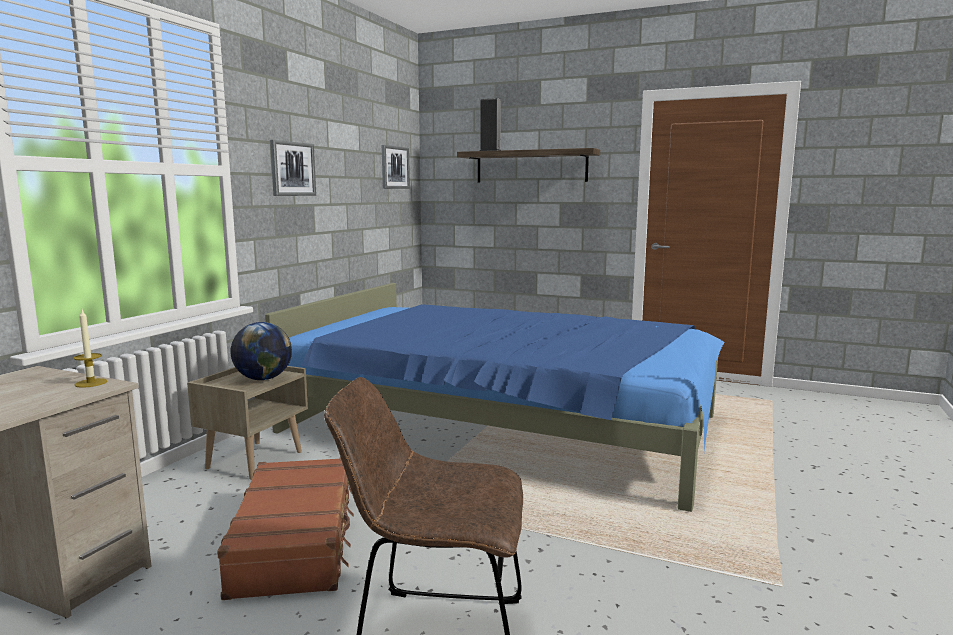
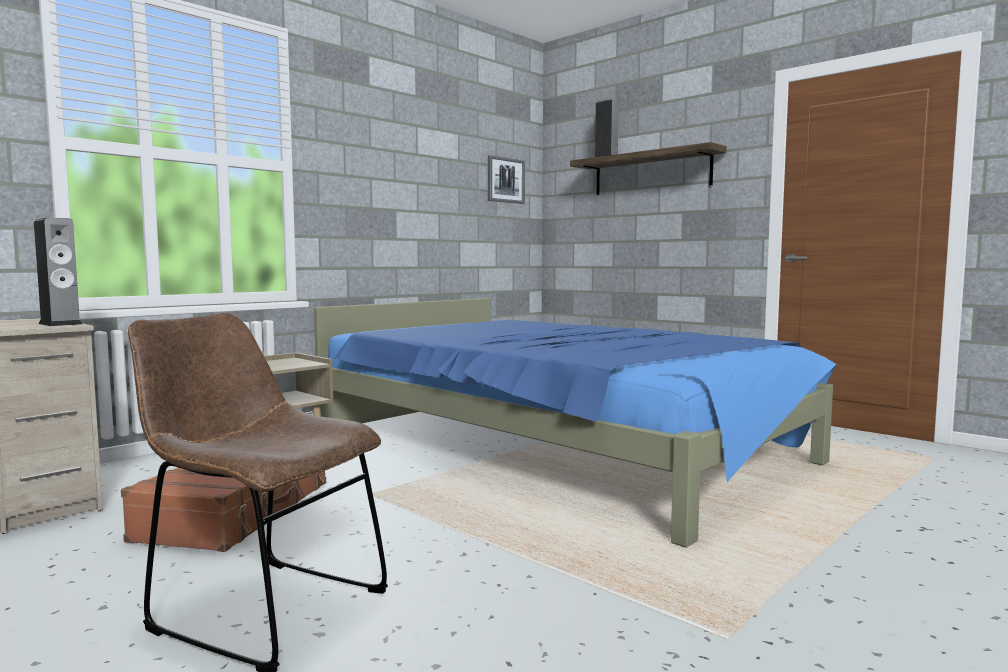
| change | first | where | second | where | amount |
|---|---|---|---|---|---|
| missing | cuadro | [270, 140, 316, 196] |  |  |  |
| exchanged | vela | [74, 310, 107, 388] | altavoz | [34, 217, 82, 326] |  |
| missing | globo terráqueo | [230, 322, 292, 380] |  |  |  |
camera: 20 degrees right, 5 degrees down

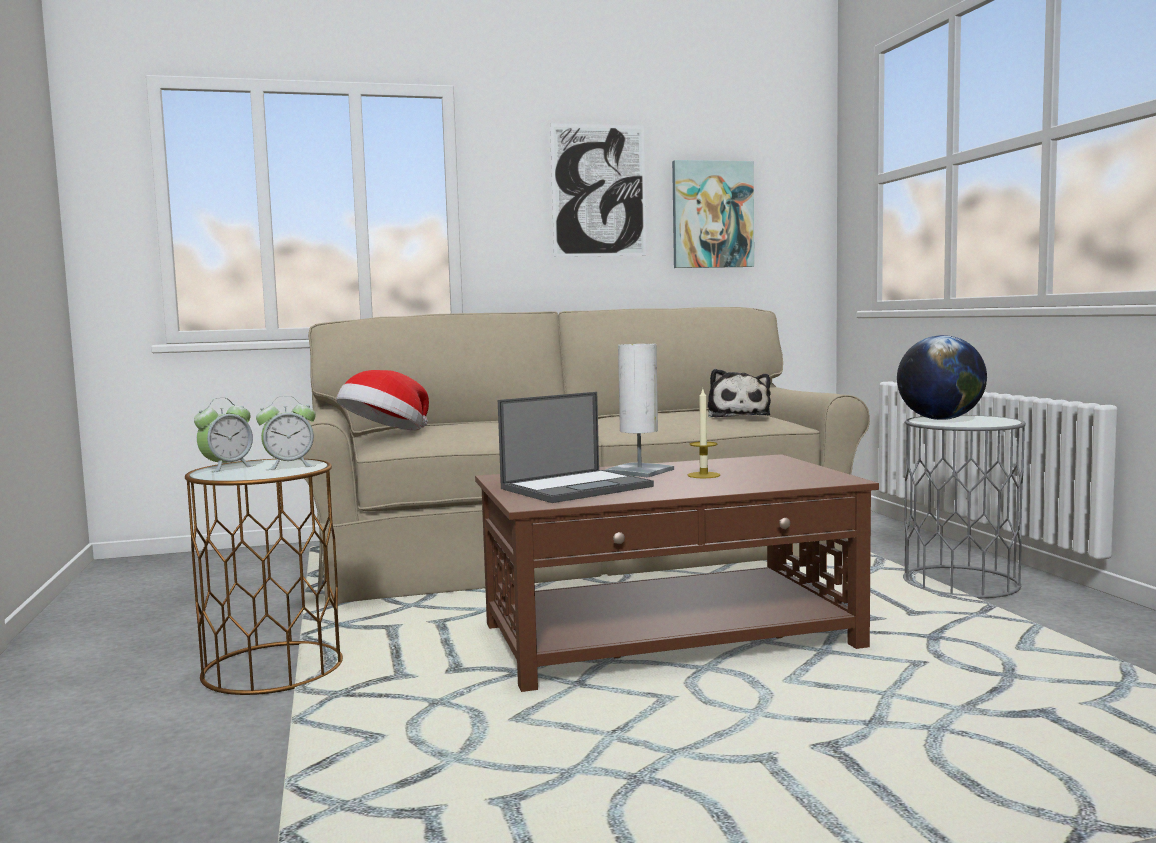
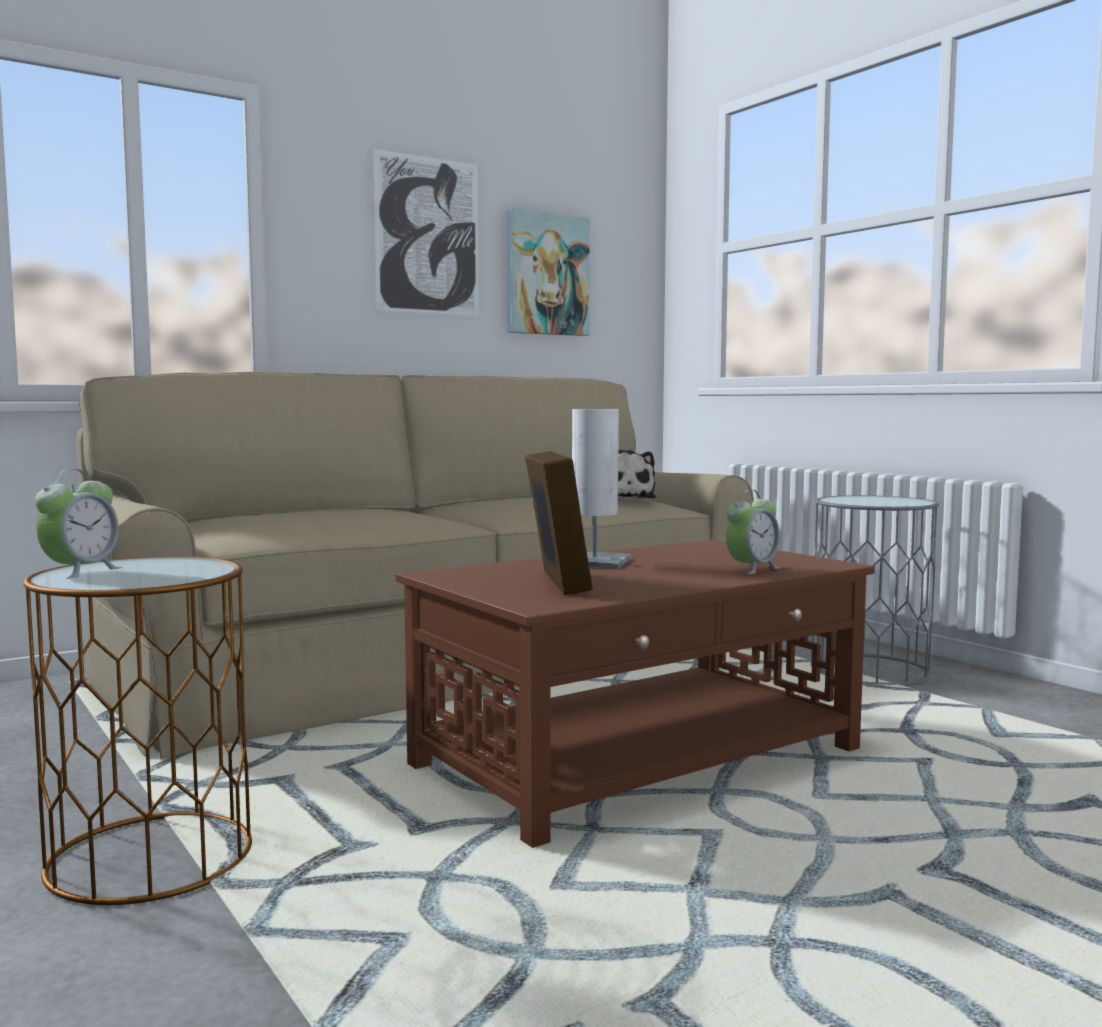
| change | first | where | second | where | amount |
|---|---|---|---|---|---|
| missing | globo terráqueo | [897, 335, 987, 420] |  |  |  |
| missing | sombrero | [336, 370, 429, 431] |  |  |  |
| missing | vela | [688, 389, 720, 478] |  |  |  |
| exchanged | portátil | [498, 392, 654, 503] | portarretratos | [525, 451, 593, 595] |  |
| relocated | despertador | [256, 396, 316, 470] |  | [726, 490, 780, 574] |  |
camera: 20 degrees left, 0 degrees up

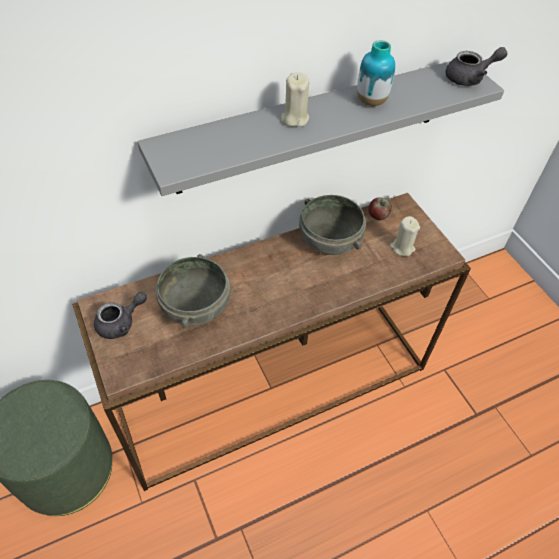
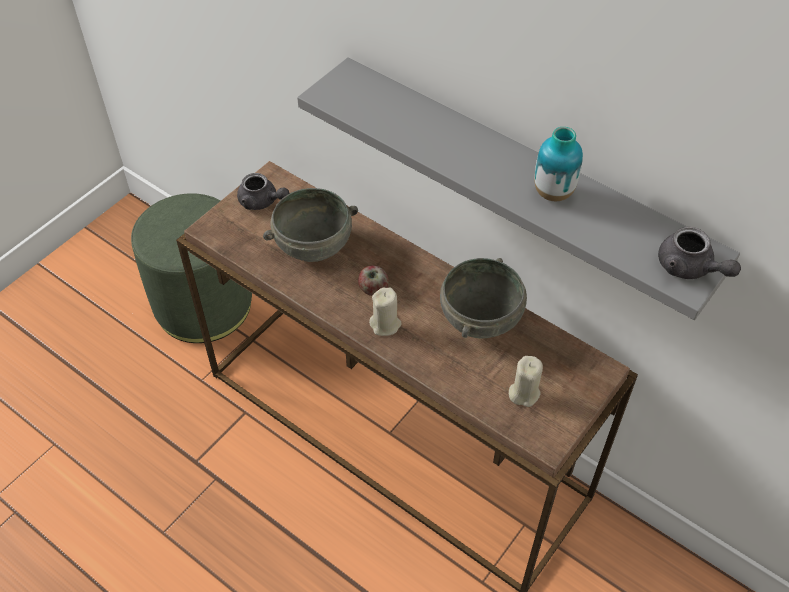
| change | first | where | second | where | amount |
|---|---|---|---|---|---|
| relocated | vela [beis] | [281, 72, 309, 127] |  | [369, 288, 402, 336] |  |
| relocated | manzana | [368, 197, 392, 220] |  | [358, 265, 389, 296] |  |
camera: 65 degrees right, 0 degrees up

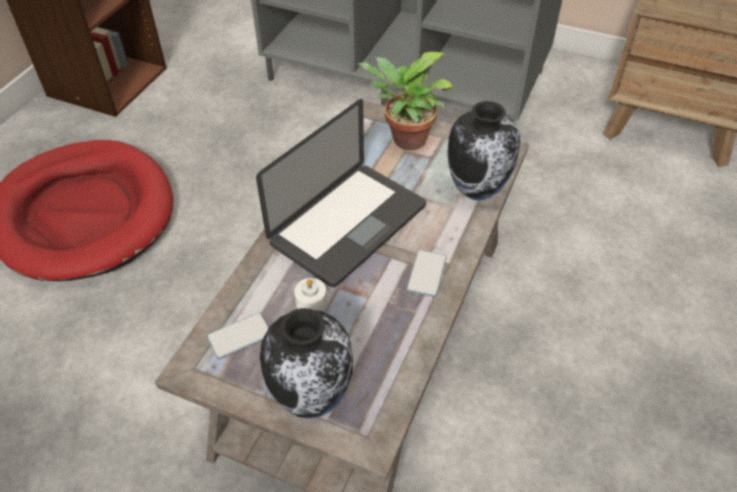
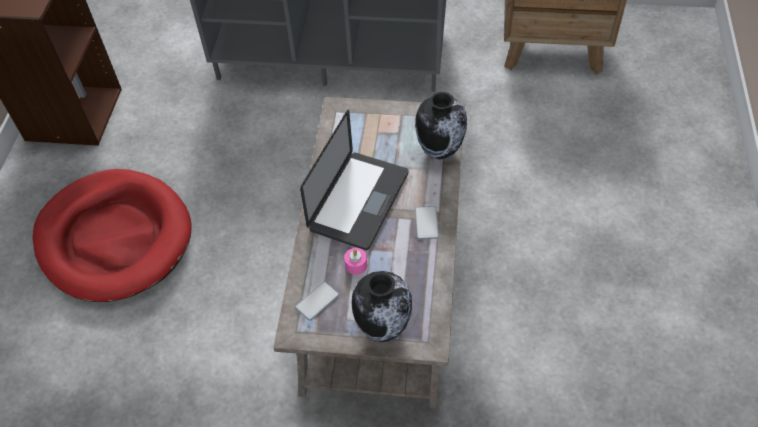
| change | first | where | second | where | amount |
|---|---|---|---|---|---|
| missing | planta en maceta | [357, 52, 454, 150] |  |  |  |
| colour | vela [blanco] | [294, 278, 327, 312] | vela [rosa] | [344, 248, 367, 275] |  |
camera: 15 degrees left, 5 degrees up

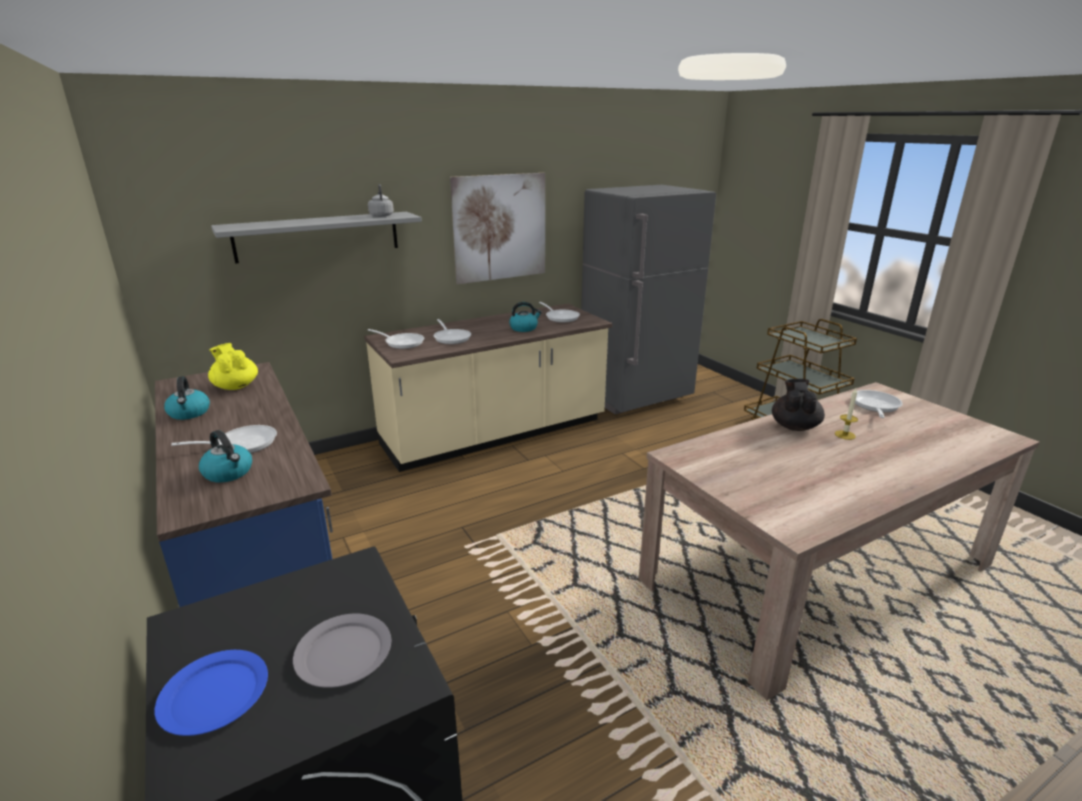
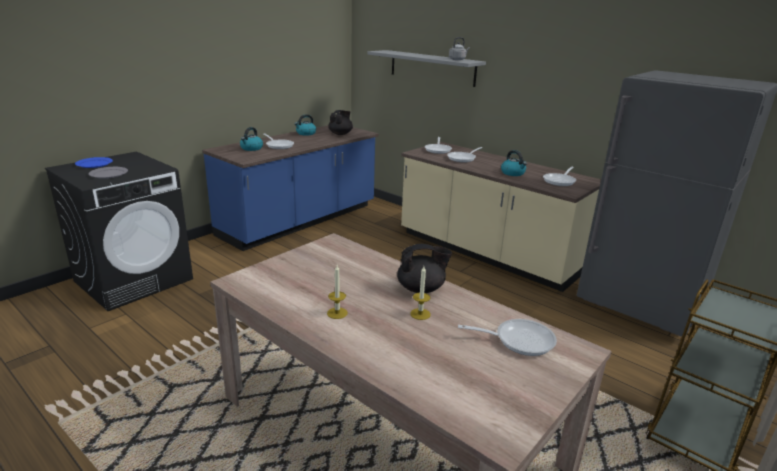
| change | first | where | second | where | amount |
|---|---|---|---|---|---|
| missing | cuadro | [450, 173, 545, 284] |  |  |  |
| colour | tetera [amarillo] | [208, 343, 258, 390] | tetera [negro] | [328, 110, 353, 135] |  |
| appeared |  |  | vela | [327, 265, 348, 319] |  |
camera: 70 degrees right, 0 degrees up

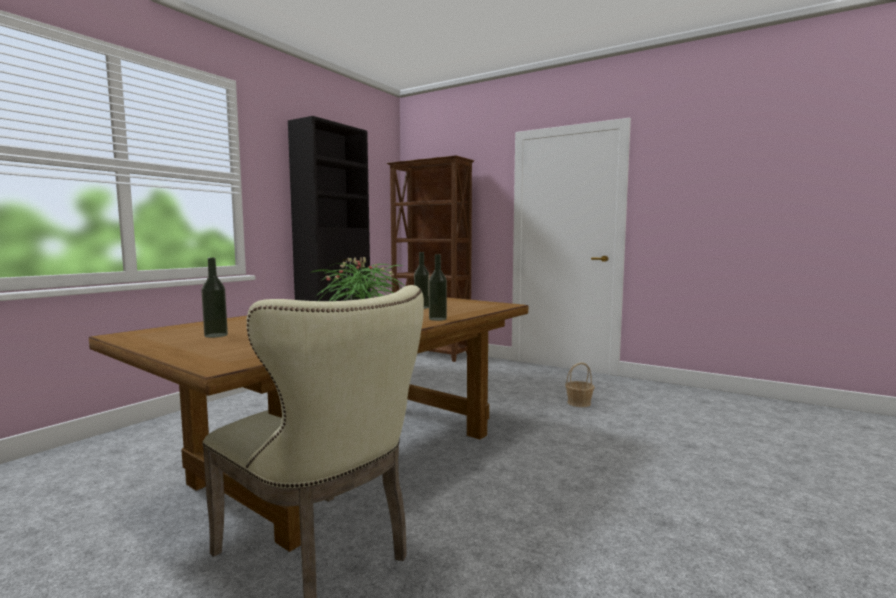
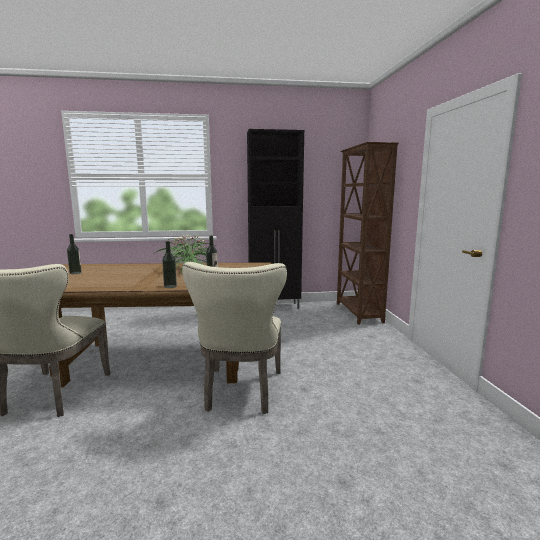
| change | first | where | second | where | amount |
|---|---|---|---|---|---|
| missing | cesta | [565, 362, 595, 407] |  |  |  |
| appeared |  |  | silla [beis] | [182, 262, 287, 414] |  |
camera: 50 degrees right, 5 degrees up

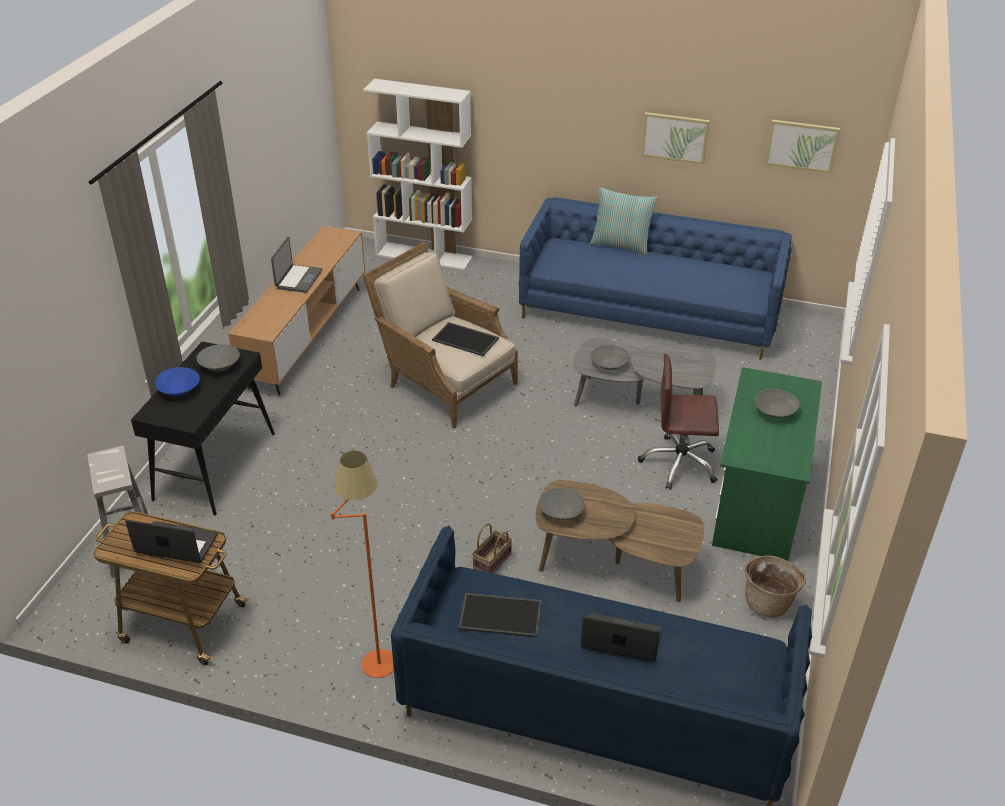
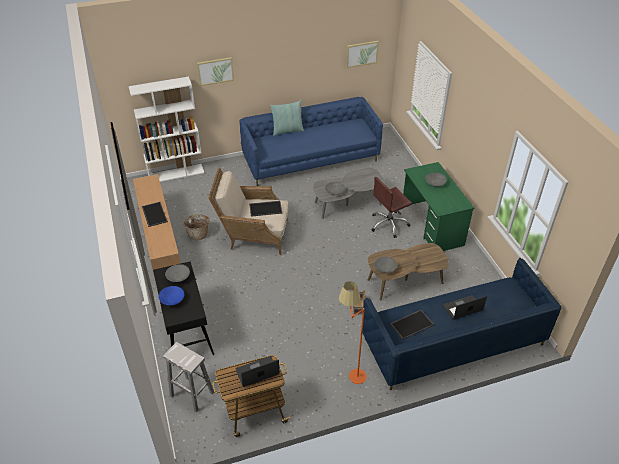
| change | first | where | second | where | amount |
|---|---|---|---|---|---|
| relocated | cuadro | [641, 112, 710, 165] |  | [197, 57, 234, 86] |  |
| exchanged | portátil | [271, 237, 323, 293] | bandeja | [142, 202, 168, 227] |  |
| relocated | cesta | [744, 556, 806, 618] |  | [184, 214, 210, 240] |  |
camera: 35 degrees left, 5 degrees up

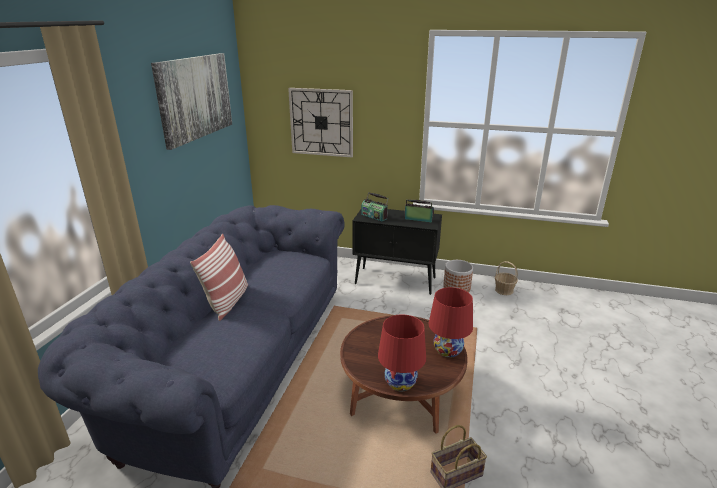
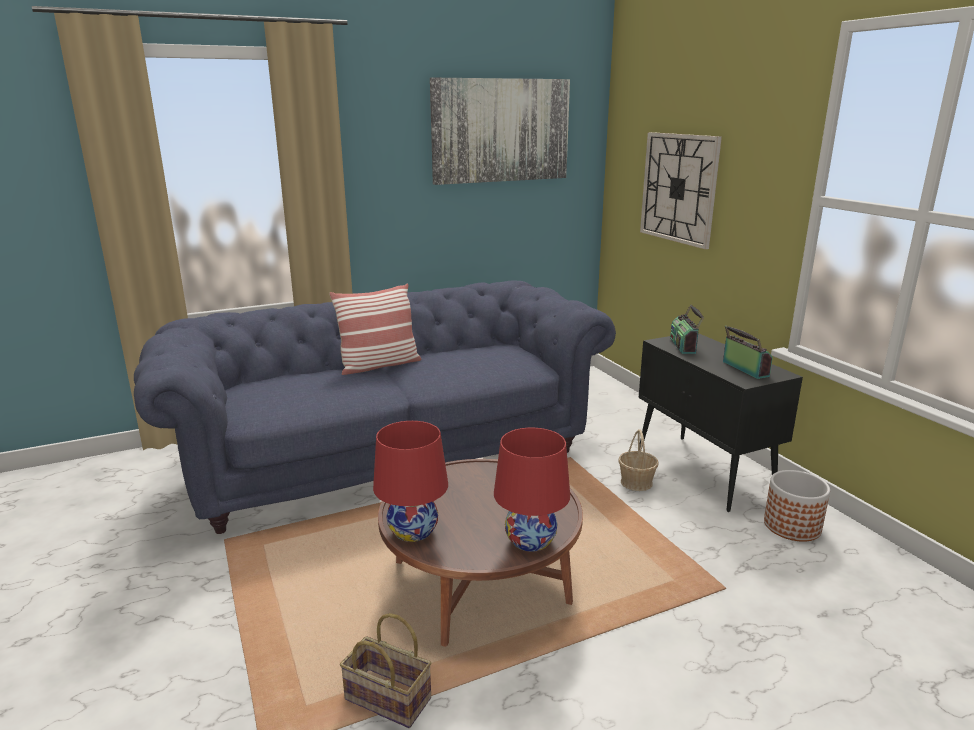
| change | first | where | second | where | amount |
|---|---|---|---|---|---|
| relocated | cesta | [495, 261, 518, 295] |  | [618, 429, 658, 491] |  |
camera: 50 degrees right, 5 degrees down

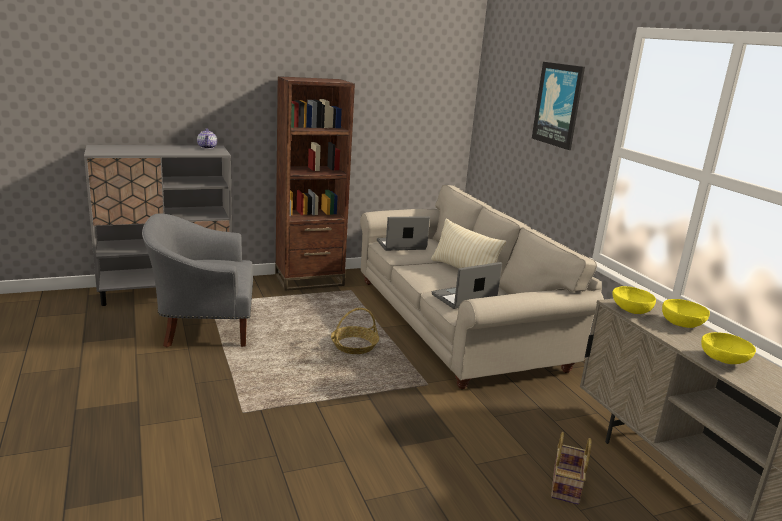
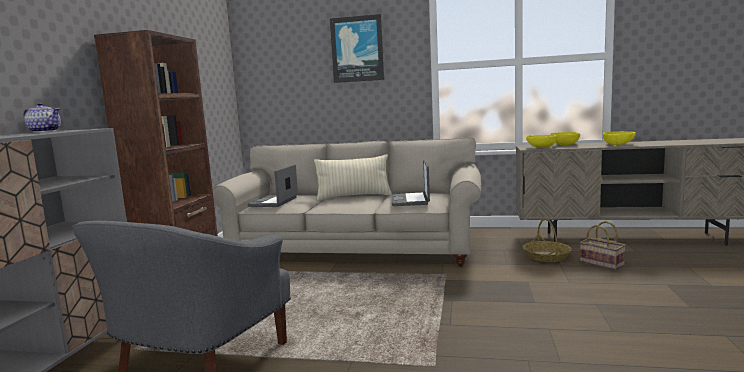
| change | first | where | second | where | amount |
|---|---|---|---|---|---|
| relocated | cesta | [331, 308, 379, 354] |  | [523, 218, 572, 262] |  |
camera: 55 degrees left, 10 degrees down

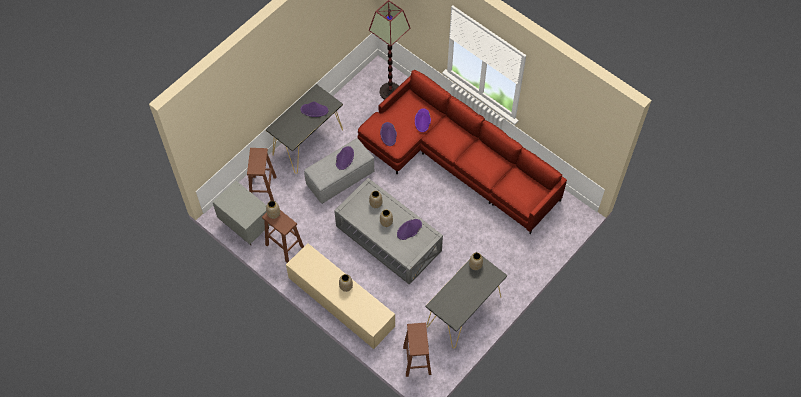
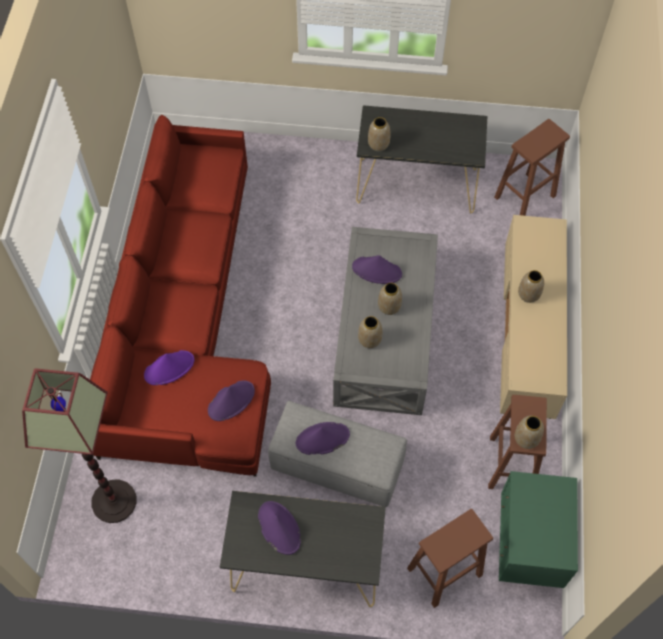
| change | first | where | second | where | amount |
|---|---|---|---|---|---|
| colour | mesita de noche [gris] | [213, 181, 270, 245] | mesita de noche [verde] | [499, 471, 578, 588] |  |
camera: 125 degrees left, 0 degrees up

